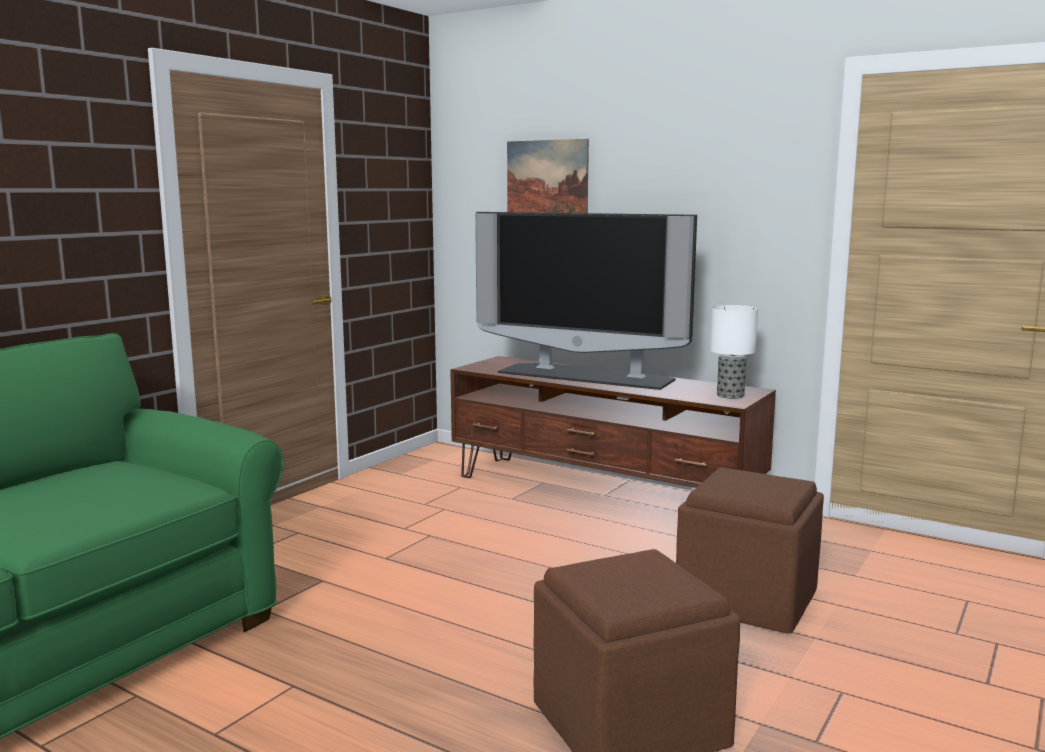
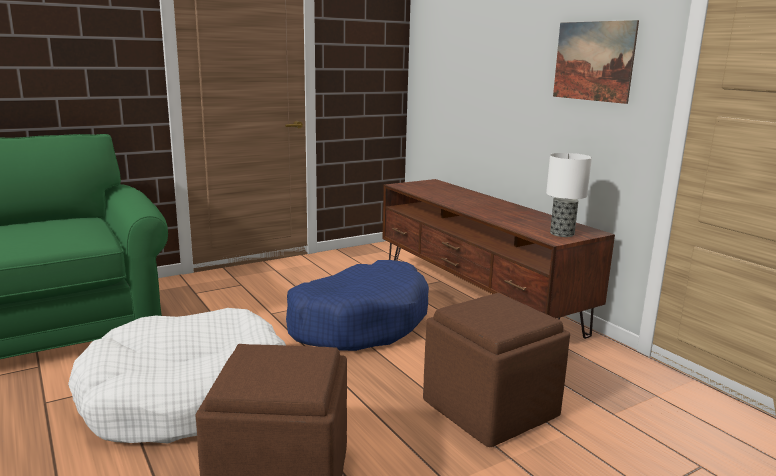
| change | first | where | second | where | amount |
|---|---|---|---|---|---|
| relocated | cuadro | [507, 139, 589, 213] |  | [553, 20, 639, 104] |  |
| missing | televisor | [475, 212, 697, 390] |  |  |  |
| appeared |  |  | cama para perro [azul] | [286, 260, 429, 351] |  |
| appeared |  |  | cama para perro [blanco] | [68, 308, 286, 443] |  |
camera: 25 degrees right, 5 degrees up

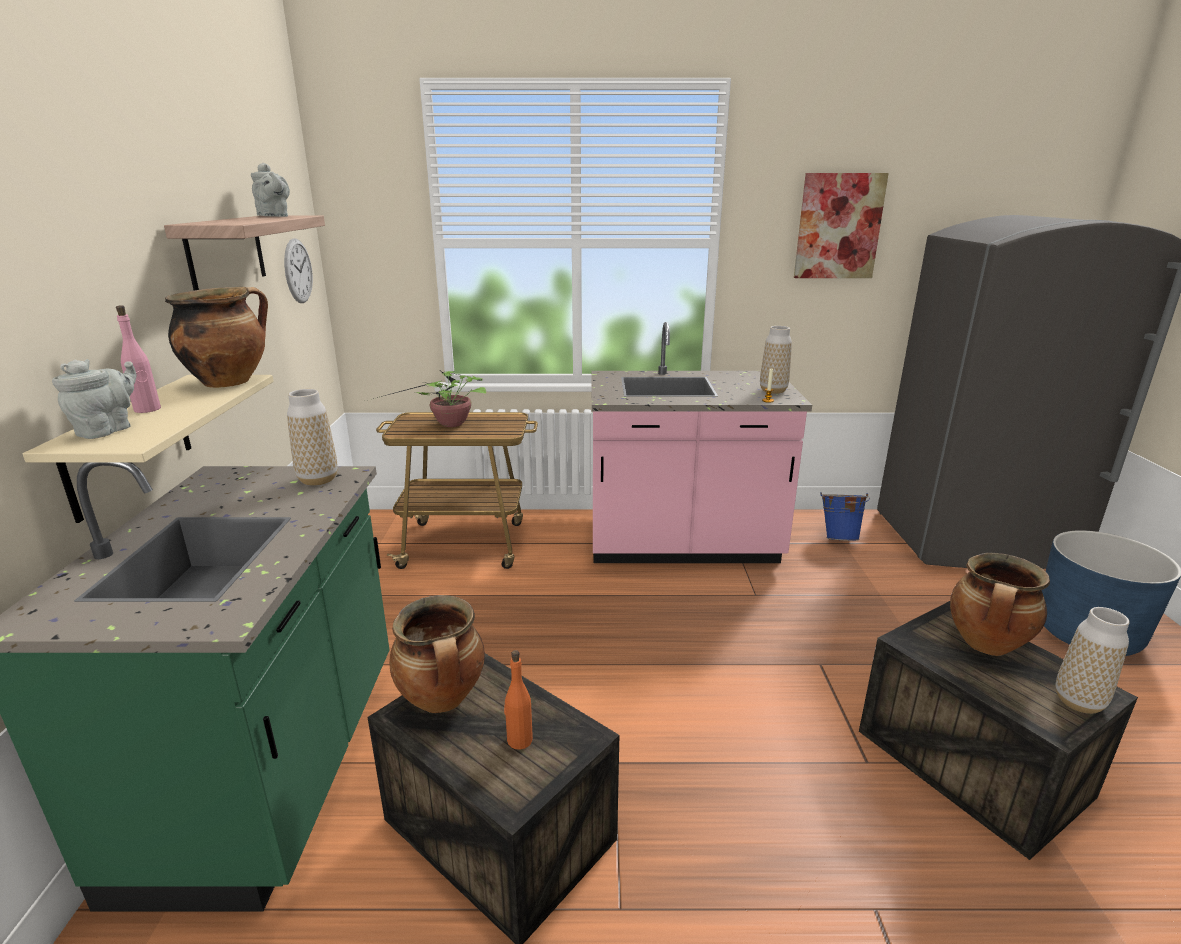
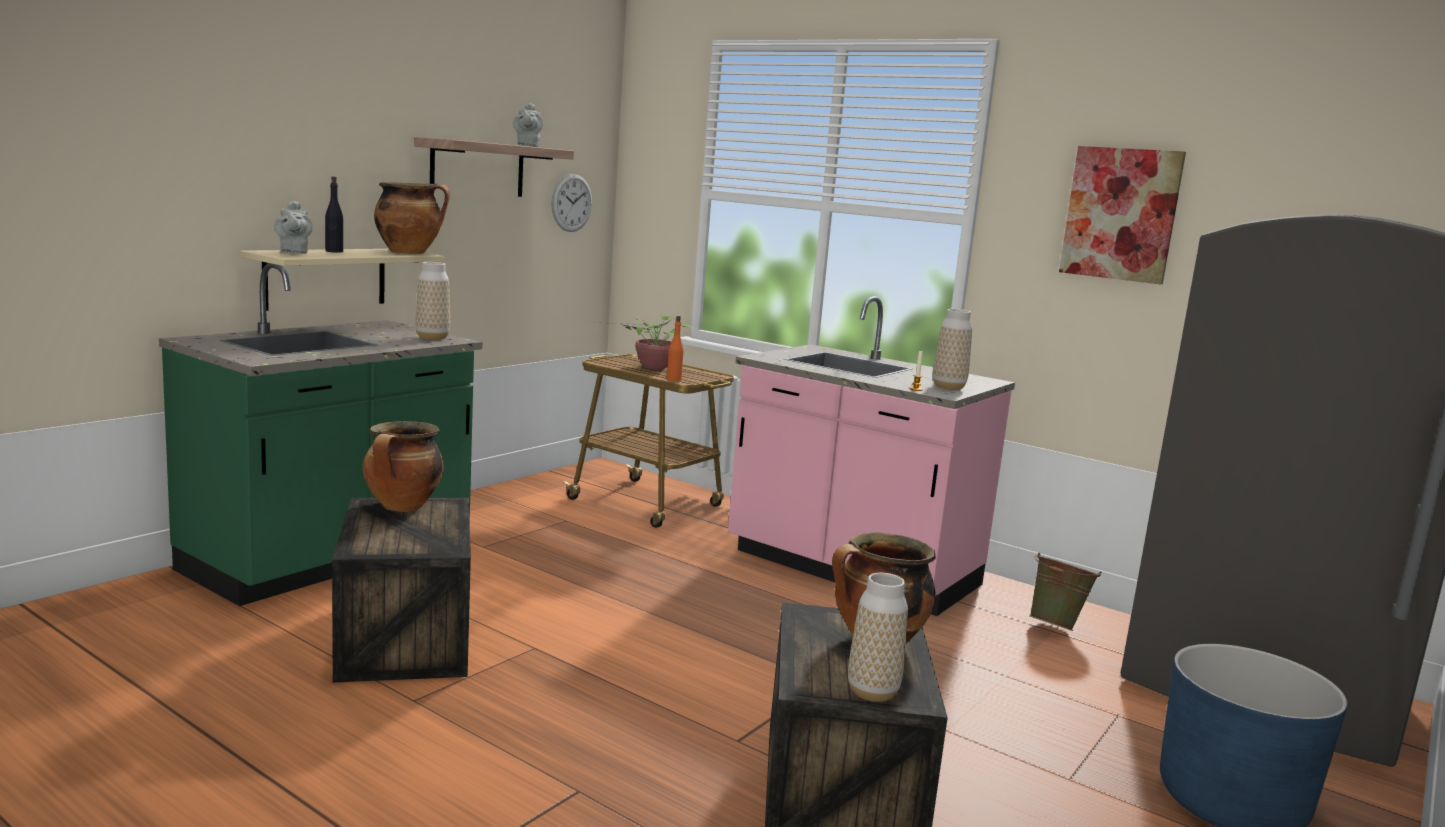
| change | first | where | second | where | amount |
|---|---|---|---|---|---|
| colour | botella [rosa] | [116, 305, 161, 413] | botella [negro] | [325, 177, 343, 253] |  |
| spun | tetera [gris] | [52, 359, 136, 439] |  | [274, 200, 313, 254] | 105 degrees clockwise |
| colour | cubo [azul] | [820, 492, 870, 541] | cubo [verde] | [1029, 553, 1102, 631] |  |
| relocated | botella [naranja] | [504, 650, 533, 750] |  | [667, 316, 683, 381] |  |
camera: 35 degrees right, 10 degrees down

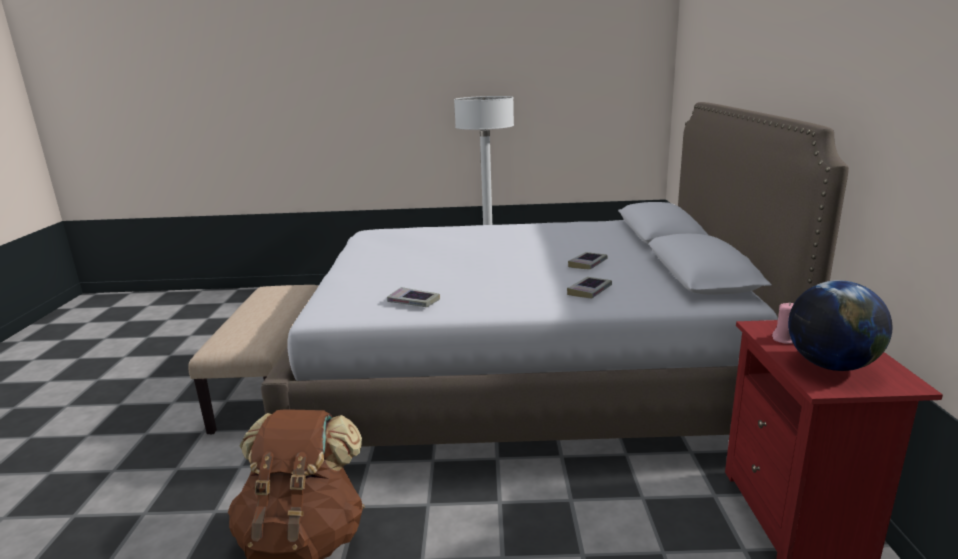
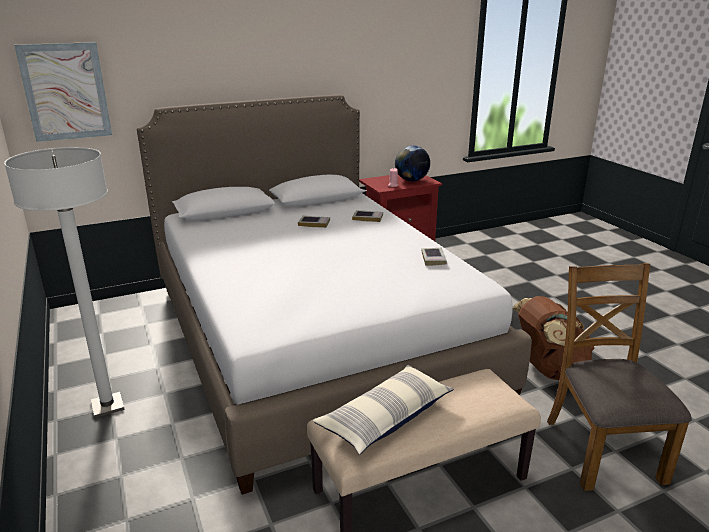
| change | first | where | second | where | amount |
|---|---|---|---|---|---|
| appeared |  |  | cuadro | [14, 42, 112, 142] |  |
| appeared |  |  | silla [marrón] | [547, 263, 692, 491] |  |
| appeared |  |  | cojín | [313, 365, 454, 455] |  |
camera: 115 degrees left, 5 degrees up

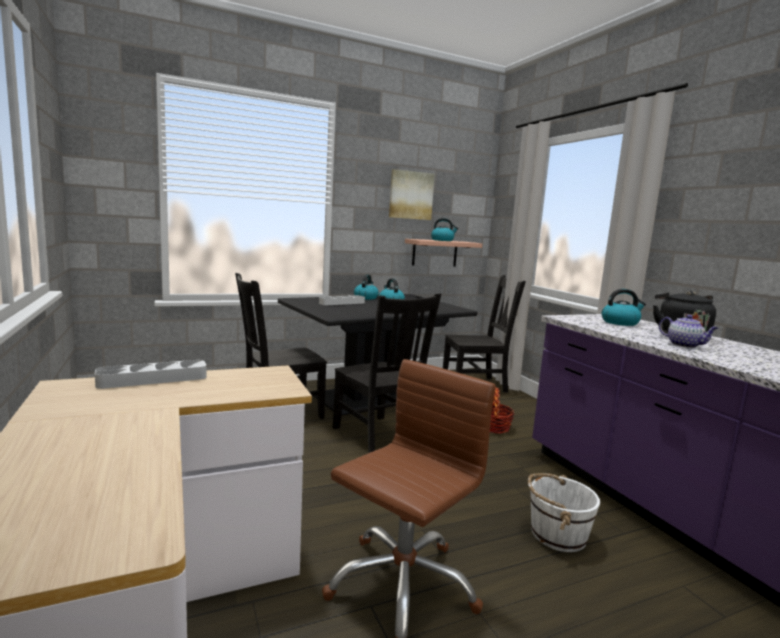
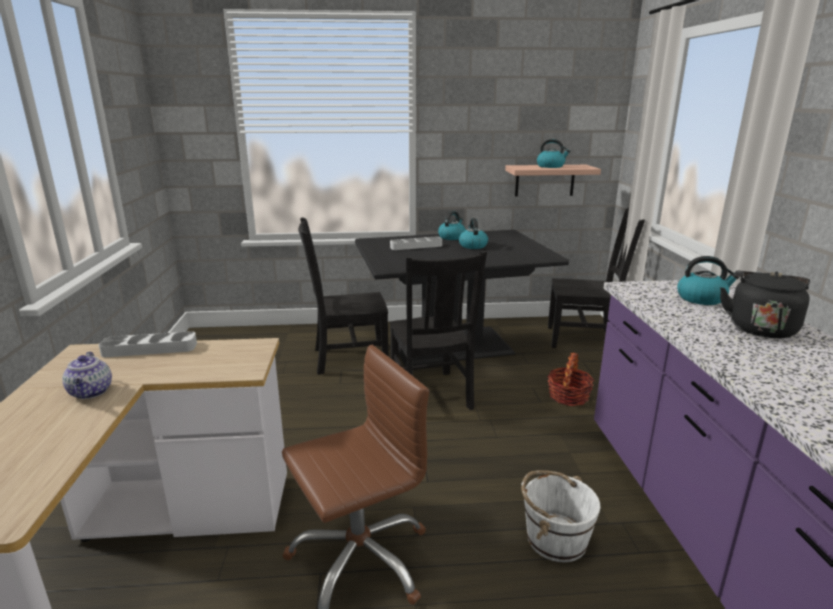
| change | first | where | second | where | amount |
|---|---|---|---|---|---|
| missing | cuadro | [389, 169, 435, 220] |  |  |  |
| relocated | tetera | [659, 315, 719, 348] |  | [62, 352, 112, 399] |  |
camera: 20 degrees right, 10 degrees up

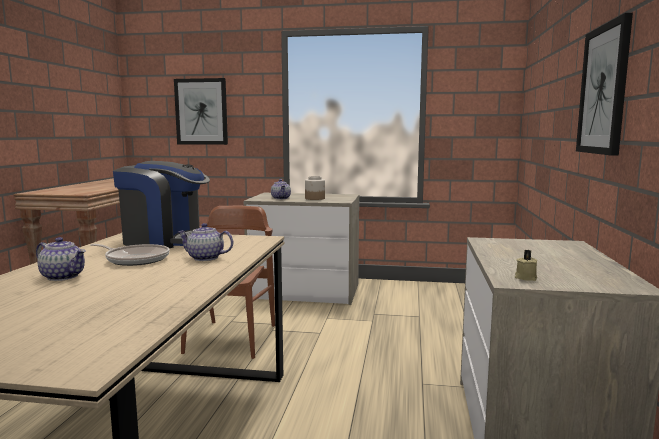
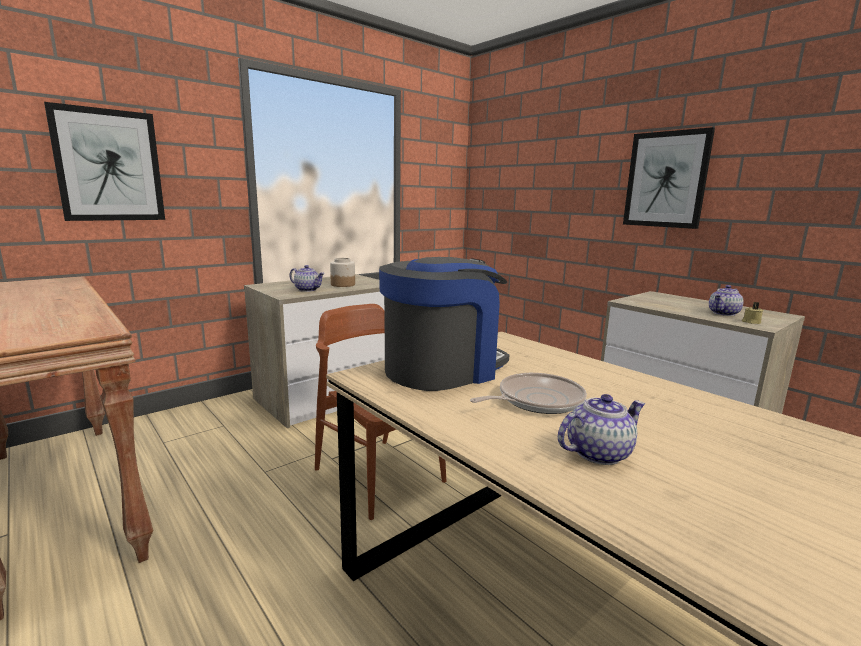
| change | first | where | second | where | amount |
|---|---|---|---|---|---|
| relocated | tetera | [178, 223, 233, 261] |  | [709, 285, 744, 316] |  |
camera: 50 degrees left, 5 degrees up

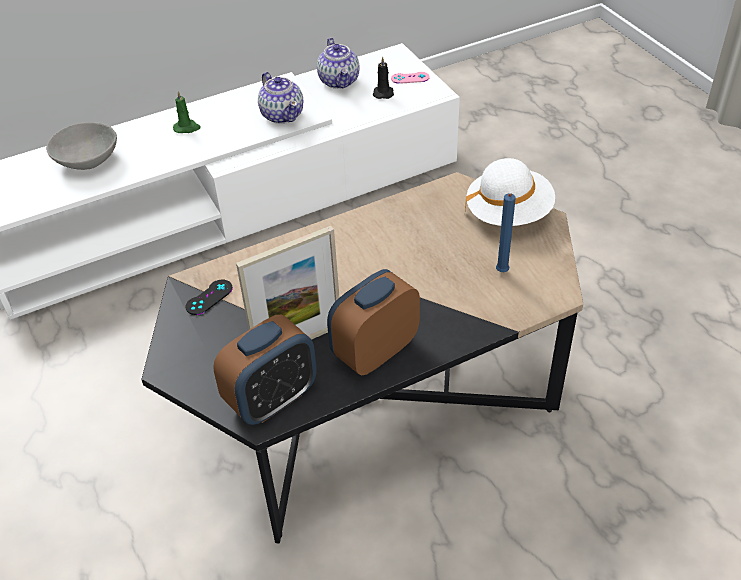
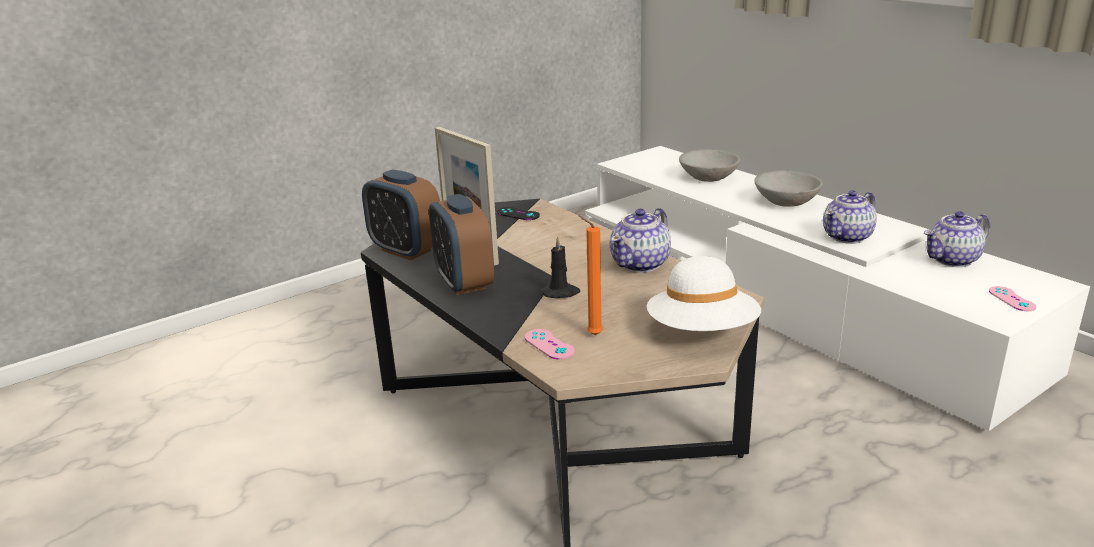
| change | first | where | second | where | amount |
|---|---|---|---|---|---|
| relocated | vela [negro] | [373, 57, 394, 99] |  | [542, 236, 580, 298] |  |
| exchanged | vela [verde] | [173, 91, 201, 133] | cuenco [gris] | [754, 171, 823, 207] |  |
| colour | vela [azul] | [496, 194, 516, 272] | vela [naranja] | [579, 216, 603, 335] |  |
| spun | despertador | [327, 269, 420, 375] |  | [429, 194, 494, 295] | 150 degrees counterclockwise |
| appeared |  |  | tetera | [610, 208, 671, 273] |  |
| appeared |  |  | mando de consola [rosa] | [525, 329, 575, 360] |  |
camera: 80 degrees right, 20 degrees down

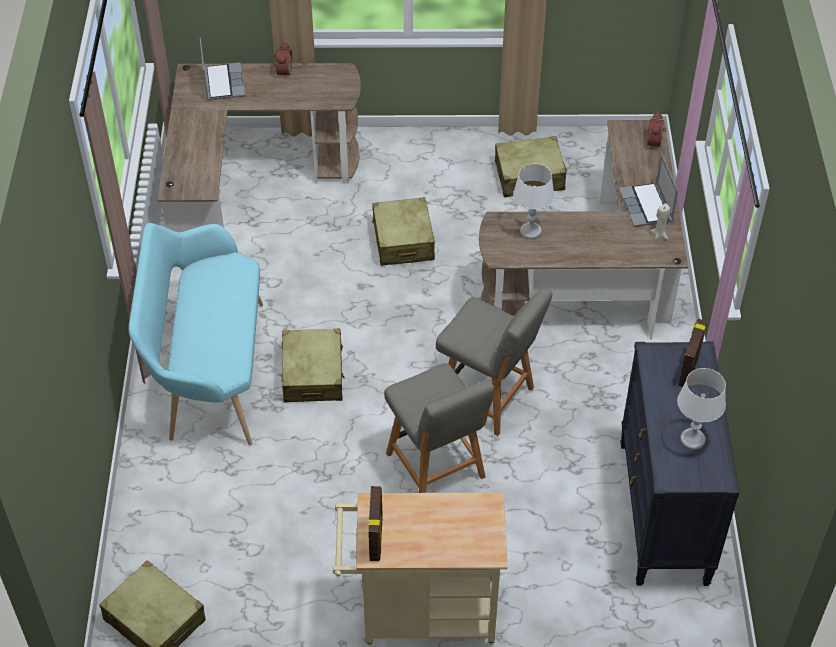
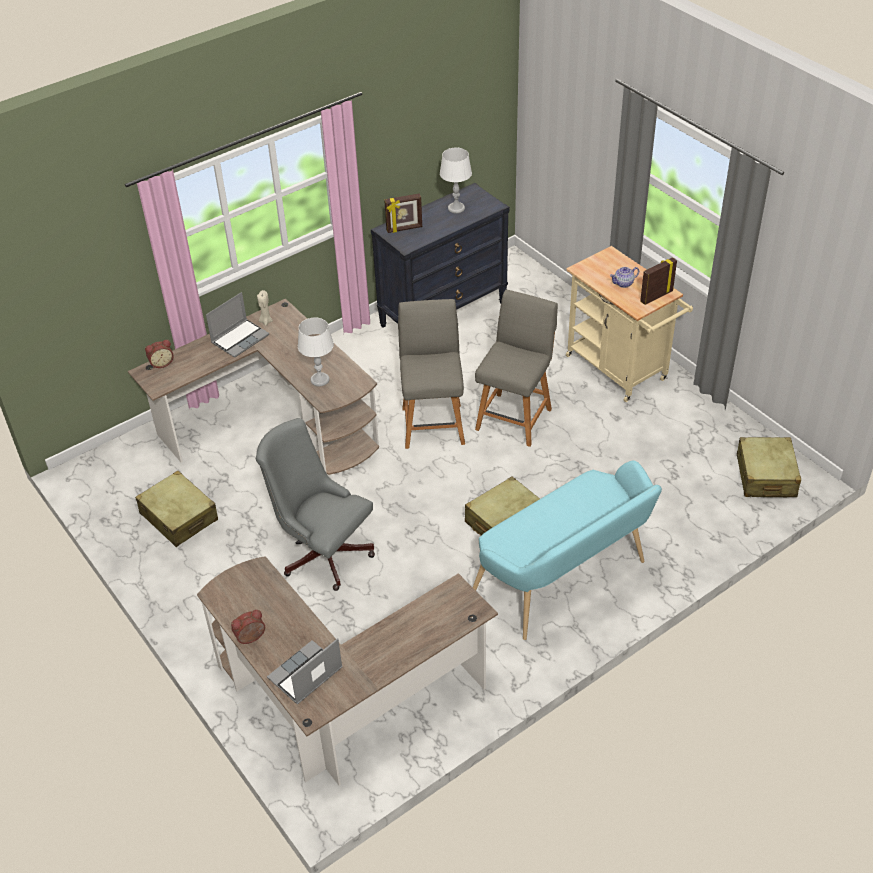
| change | first | where | second | where | amount |
|---|---|---|---|---|---|
| exchanged | maleta [beis] | [372, 197, 435, 266] | silla de oficina [gris] | [256, 418, 375, 591] |  |
| appeared |  |  | tetera | [610, 267, 639, 288] |  |
camera: 125 degrees left, 5 degrees down

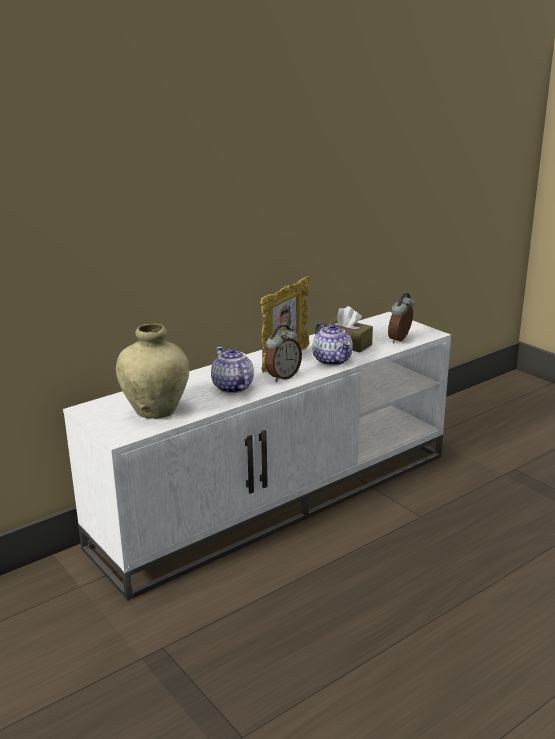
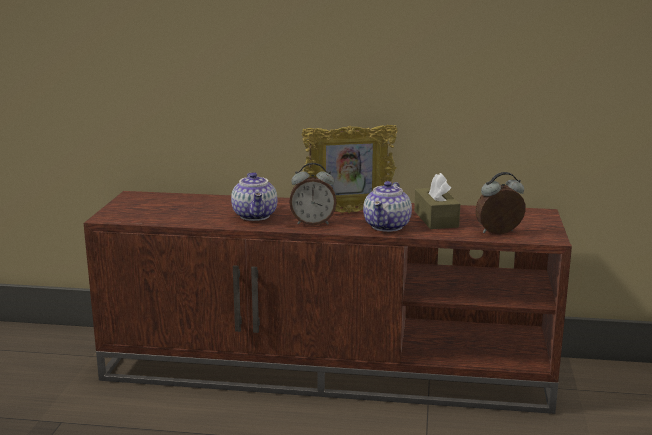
| change | first | where | second | where | amount |
|---|---|---|---|---|---|
| colour | mueble de televisión [blanco] | [63, 312, 451, 600] | mueble de televisión [marrón] | [84, 191, 572, 414] |  |
| missing | florero [beis] | [116, 323, 189, 419] |  |  |  |
| spun | tetera | [211, 347, 254, 393] |  | [231, 172, 277, 221] | 150 degrees clockwise |
camera: 45 degrees right, 5 degrees down

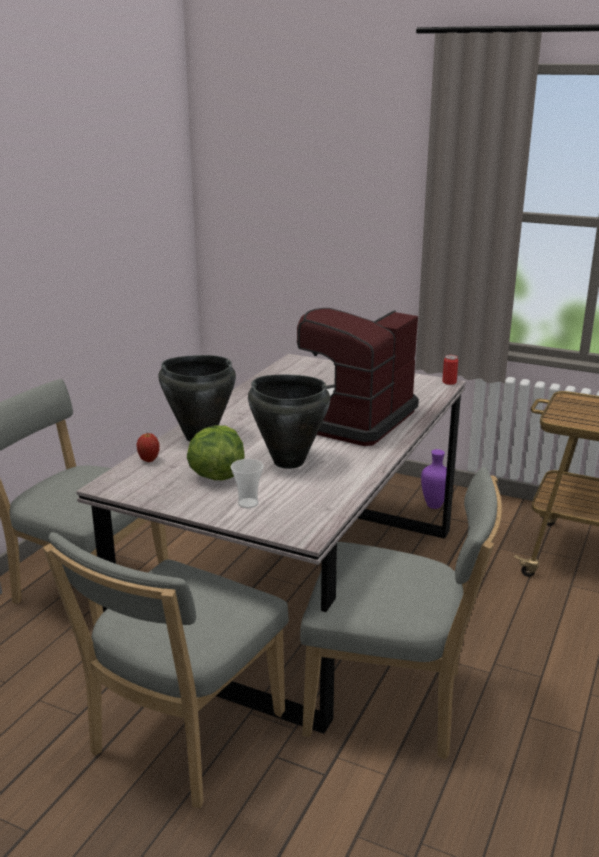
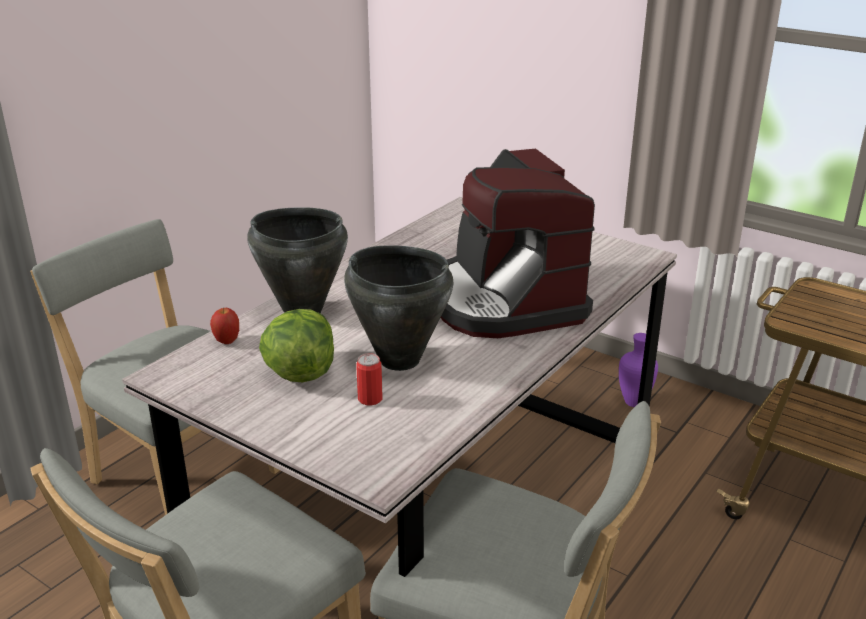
| change | first | where | second | where | amount |
|---|---|---|---|---|---|
| spun | cafetera | [297, 308, 419, 446] |  | [441, 148, 595, 338] | 60 degrees counterclockwise |
| relocated | lata | [442, 355, 458, 385] |  | [356, 353, 383, 405] |  |
| missing | taza | [231, 459, 264, 508] |  |  |  |
camera: 10 degrees right, 5 degrees up

